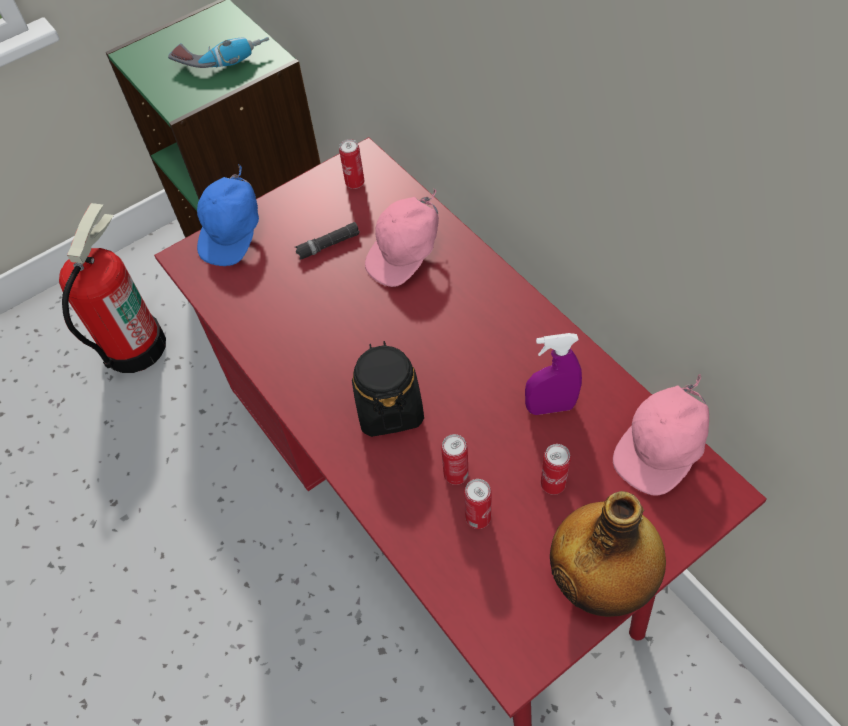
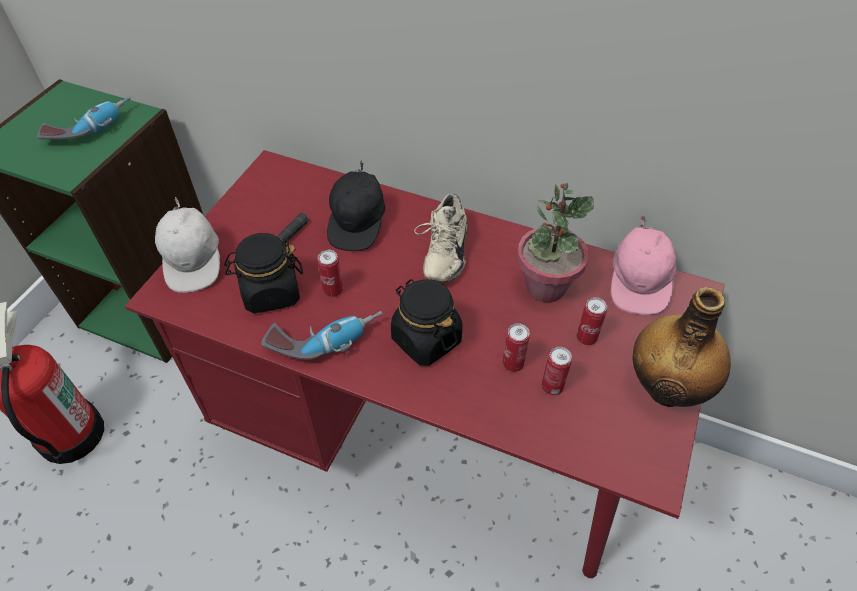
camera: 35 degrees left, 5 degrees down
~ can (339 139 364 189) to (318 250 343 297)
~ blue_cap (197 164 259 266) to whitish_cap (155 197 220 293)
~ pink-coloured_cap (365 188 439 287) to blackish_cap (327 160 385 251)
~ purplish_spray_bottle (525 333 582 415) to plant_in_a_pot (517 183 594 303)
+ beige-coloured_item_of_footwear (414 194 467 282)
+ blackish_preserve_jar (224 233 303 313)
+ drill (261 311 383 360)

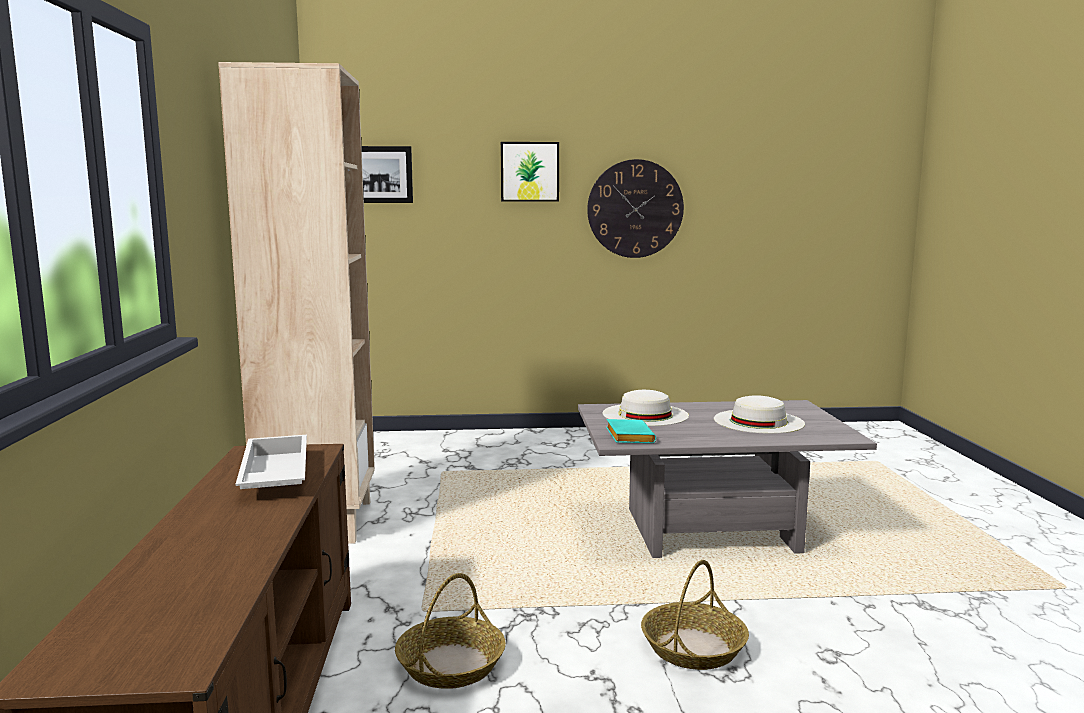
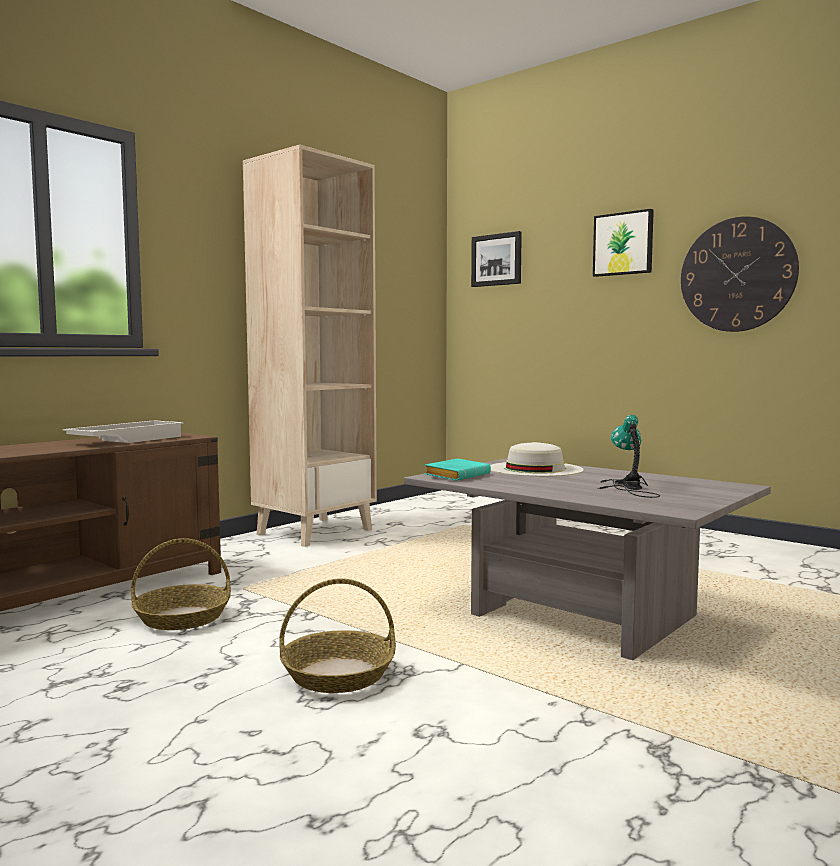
camera: 45 degrees right, 5 degrees down
~ whitish_clothing_hat (714 395 805 434) to lamp_for_a_table (597 415 660 498)

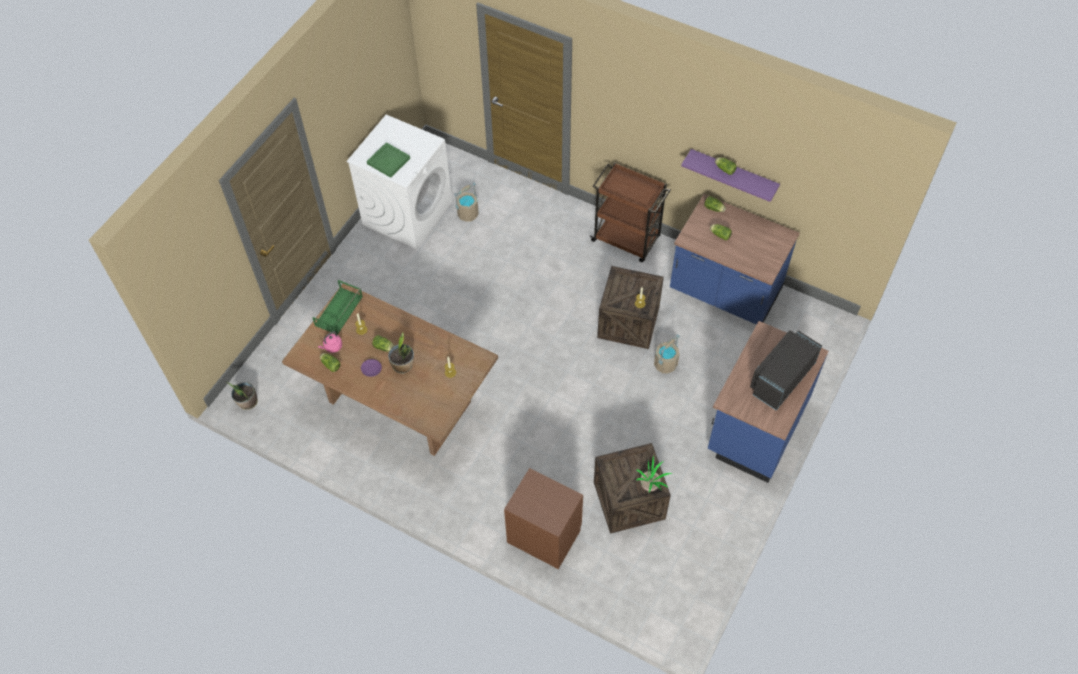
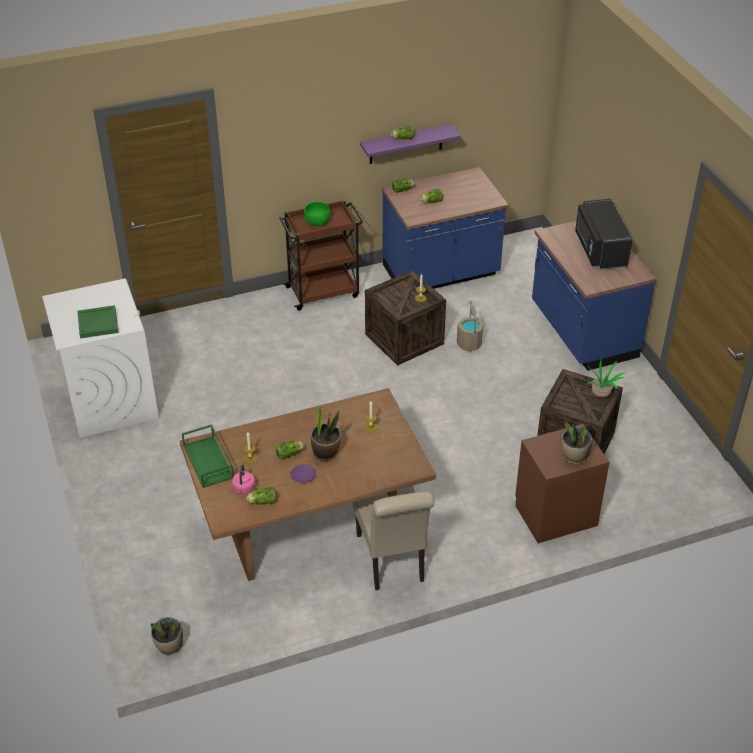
camera: 50 degrees left, 15 degrees down
- beige-coloured_bucket (454 183 479 222)
+ greenish_bowl (304 202 330 226)
+ plant_in_a_pot (562 421 592 464)
+ beige-coloured_chair (352 486 435 590)

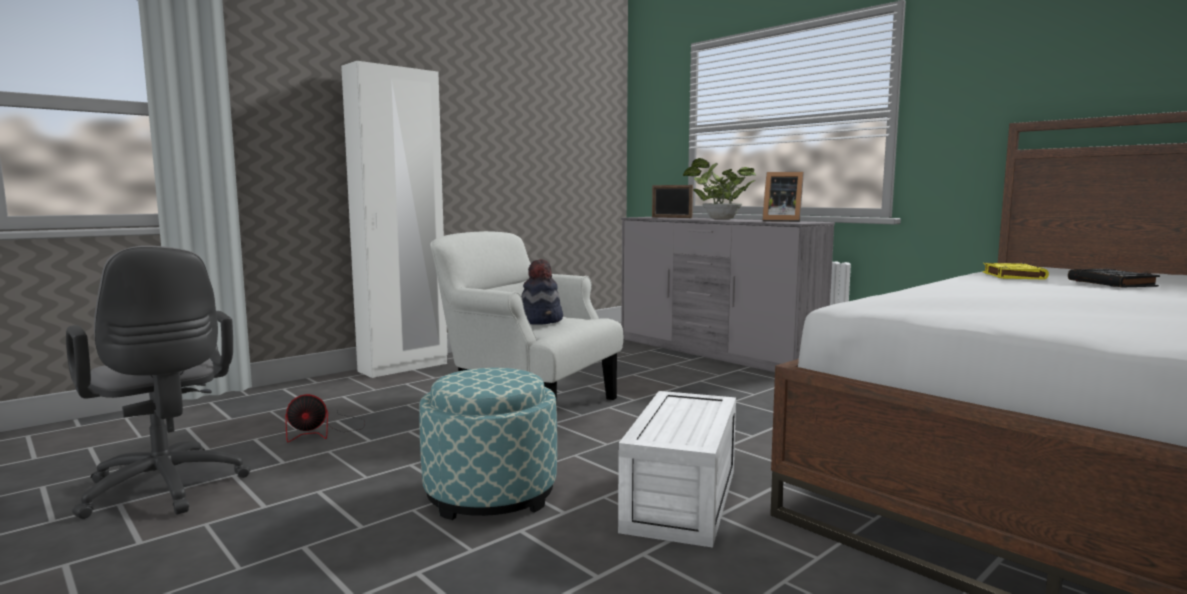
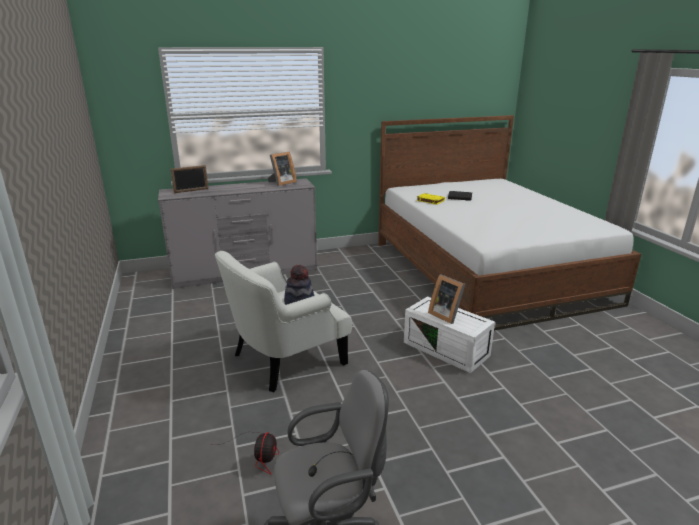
camera: 65 degrees left, 15 degrees up
- whitish_clothes_cupboard (341 61 448 378)
- plant_in_a_pot (683 158 756 220)
- footrest (419 368 557 520)
+ standing_frame (428 274 465 324)

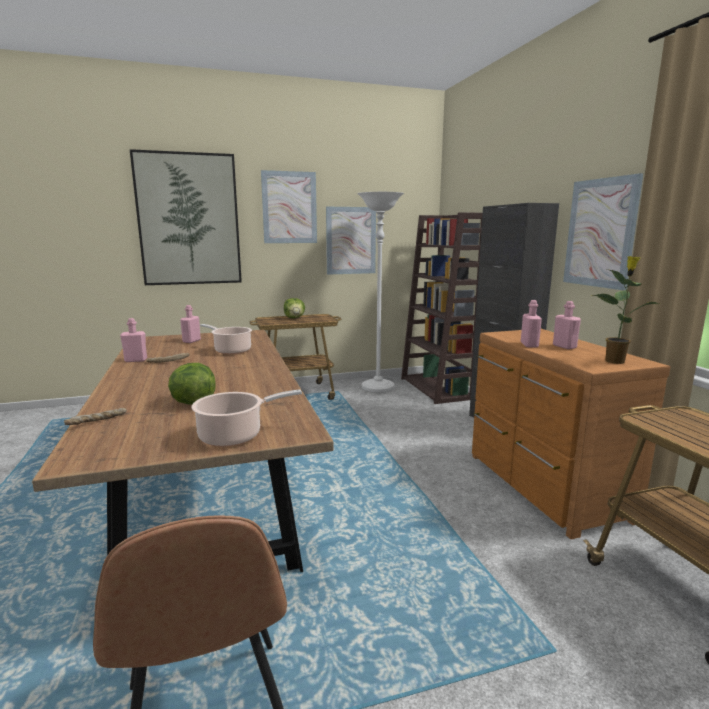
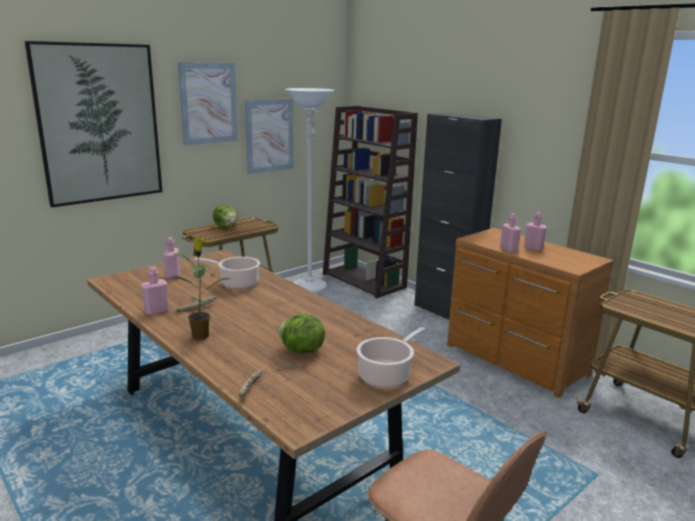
camera: 25 degrees left, 5 degrees up
- picture (563 173 644 290)
~ plant_in_a_pot (592 256 660 364) to (164 238 233 340)

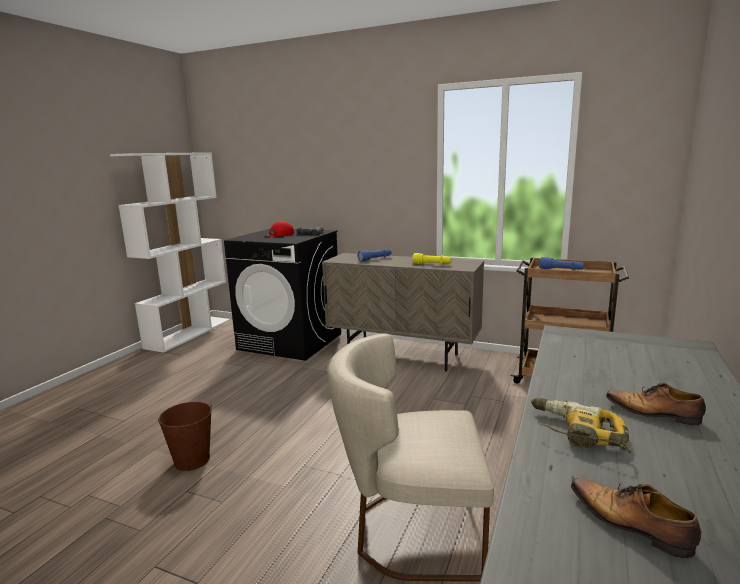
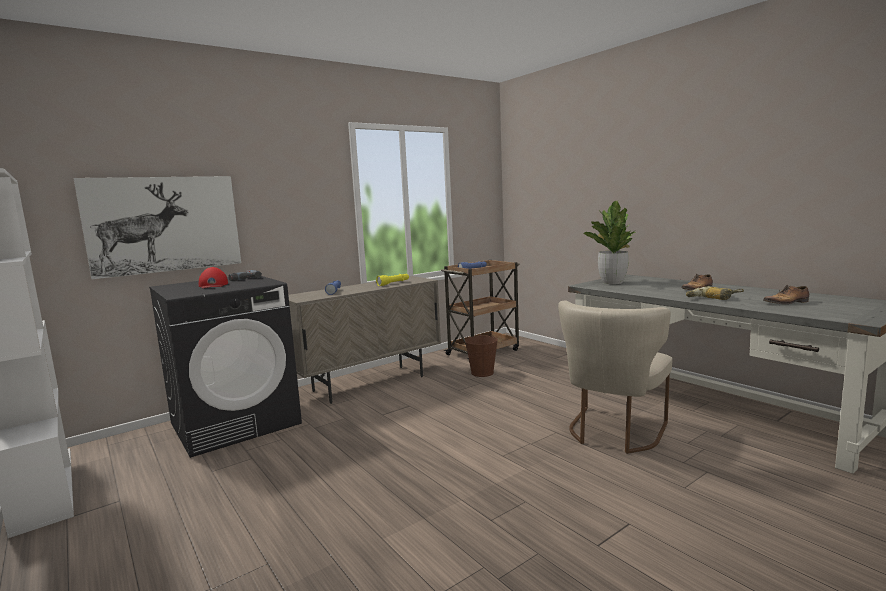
camera: 60 degrees left, 5 degrees down
~ brown_bucket (158 402 212 471) to (465 334 498 377)
+ picture (74 176 241 279)
+ plant_in_a_pot (583 201 636 284)

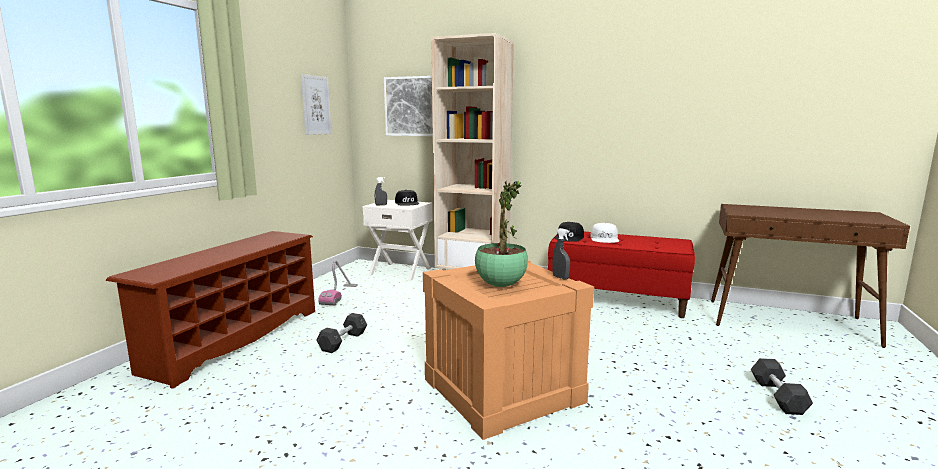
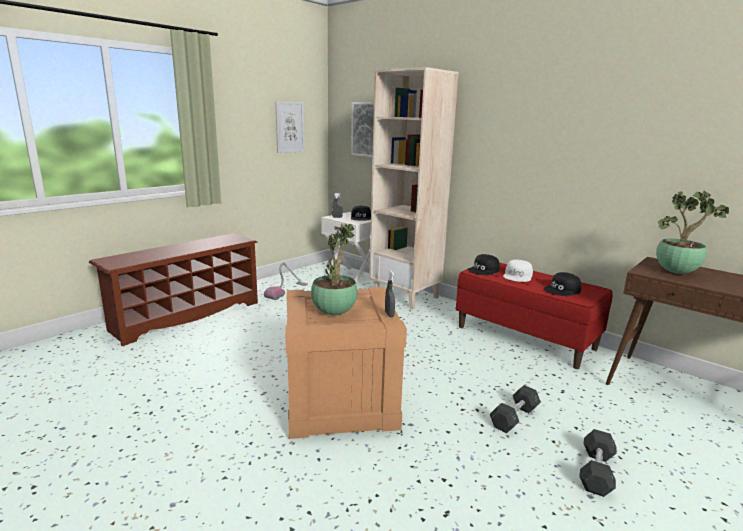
camera: 20 degrees right, 5 degrees up
~ grey_free_weight (316 313 367 353) to (490 385 541 433)
+ plant_in_a_pot (656 191 729 274)
+ blackish_cap (544 272 581 296)

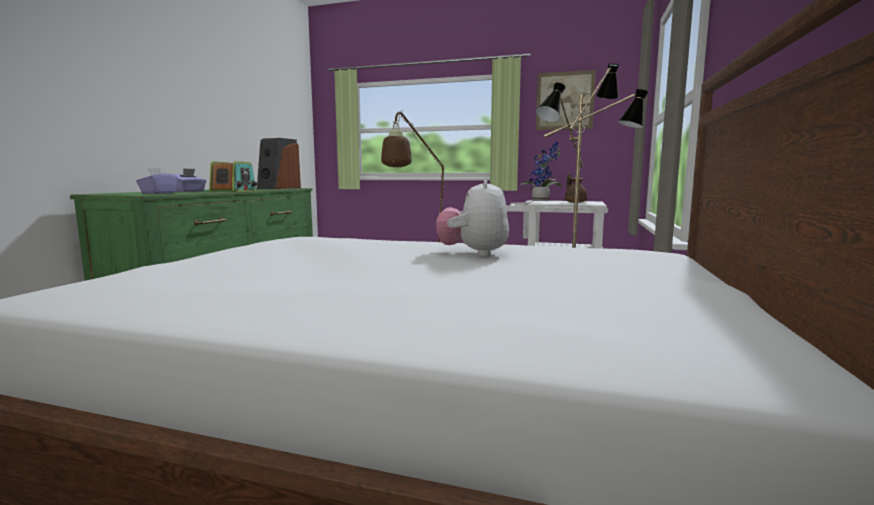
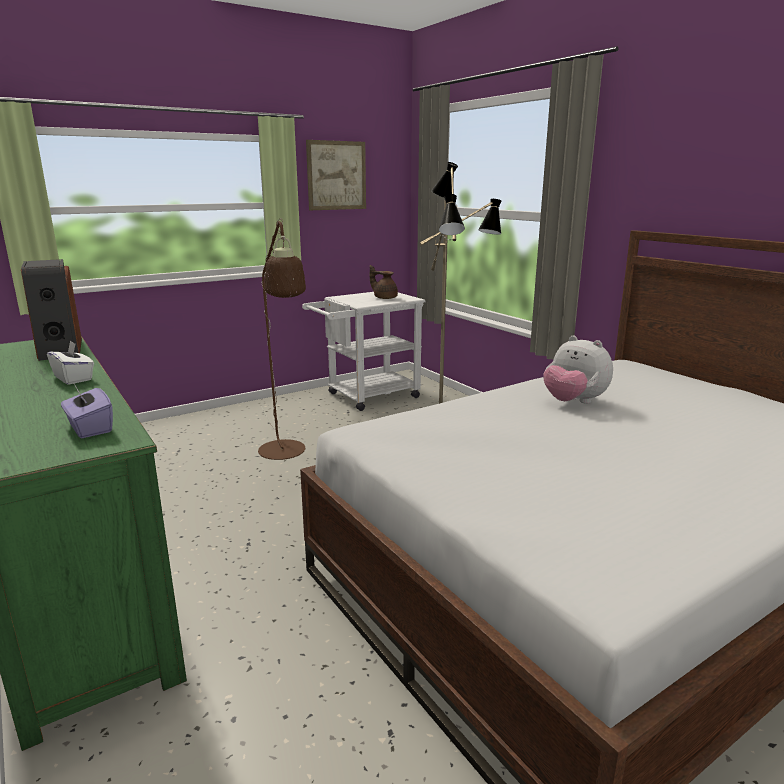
camera: 50 degrees left, 10 degrees up
- plant_in_a_pot (520 142 562 201)
~ radio (209 161 257 191) to whitish_box_of_tissues (47 340 94 385)
- purplish_box_of_tissues (174 168 207 192)

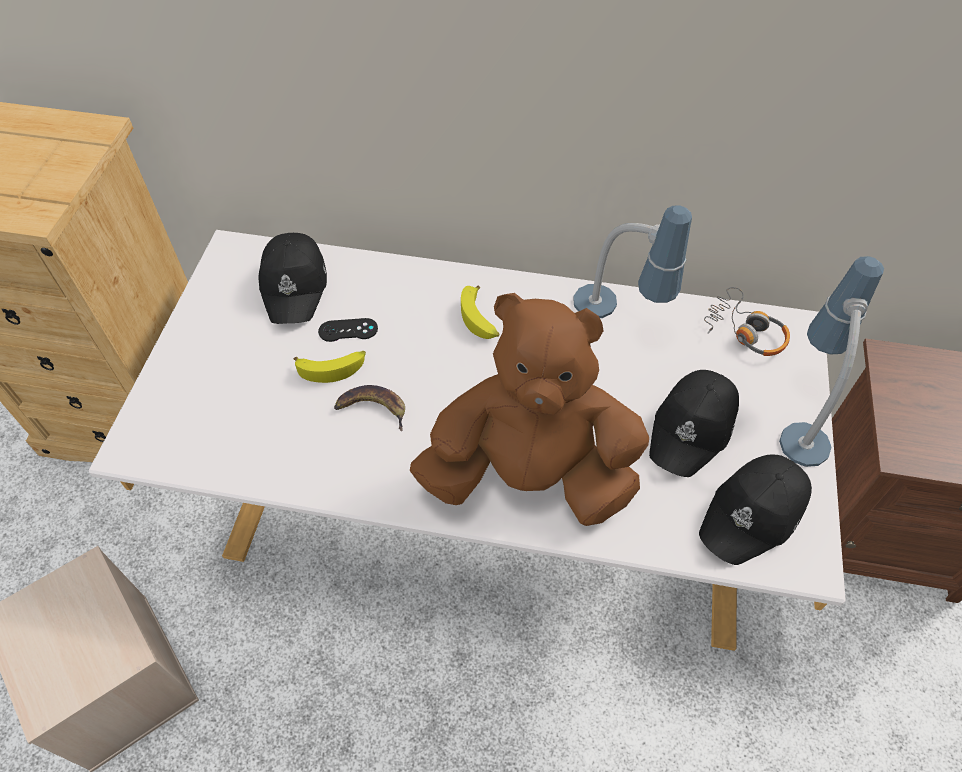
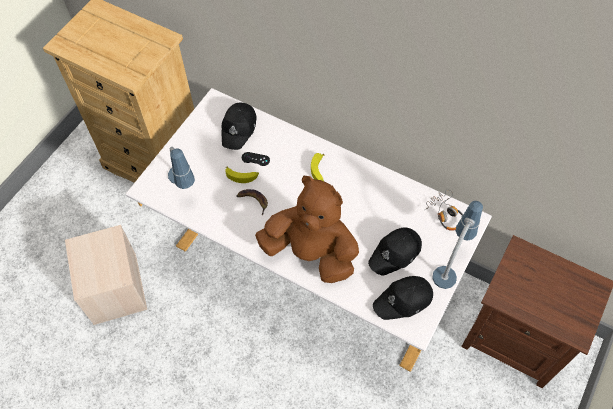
camera: 20 degrees right, 5 degrees up
~ lamp_for_a_table (573 206 692 318) to (168 147 195 189)

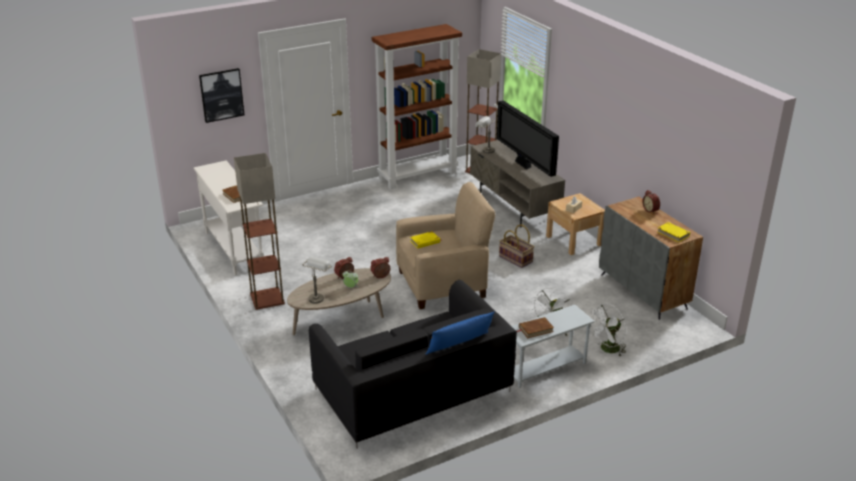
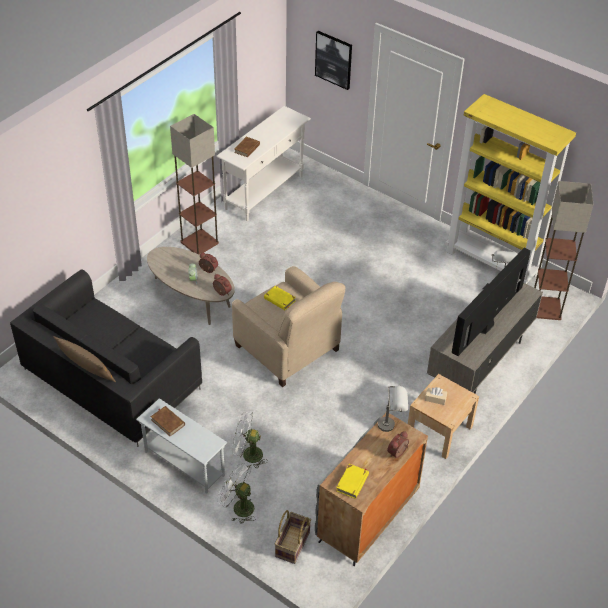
camera: 65 degrees right, 15 degrees up
~ brown_shelving_unit (372 24 462 189) to yellow-coloured_shelving_unit (445 94 576 284)
~ basket (499 224 535 268) to (275 510 311 564)
~ grey_lamp_for_a_table (303 257 332 304) to (378 385 408 432)
~ blue_cushion (426 312 495 355) to brown_cushion (53 336 116 382)

